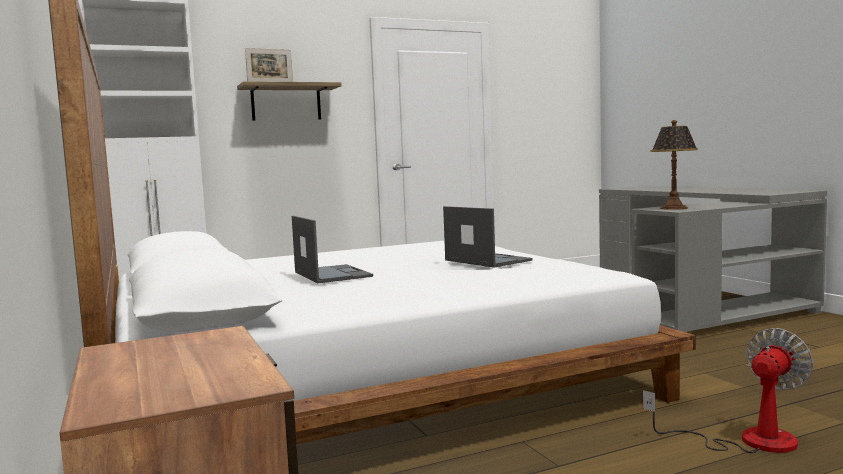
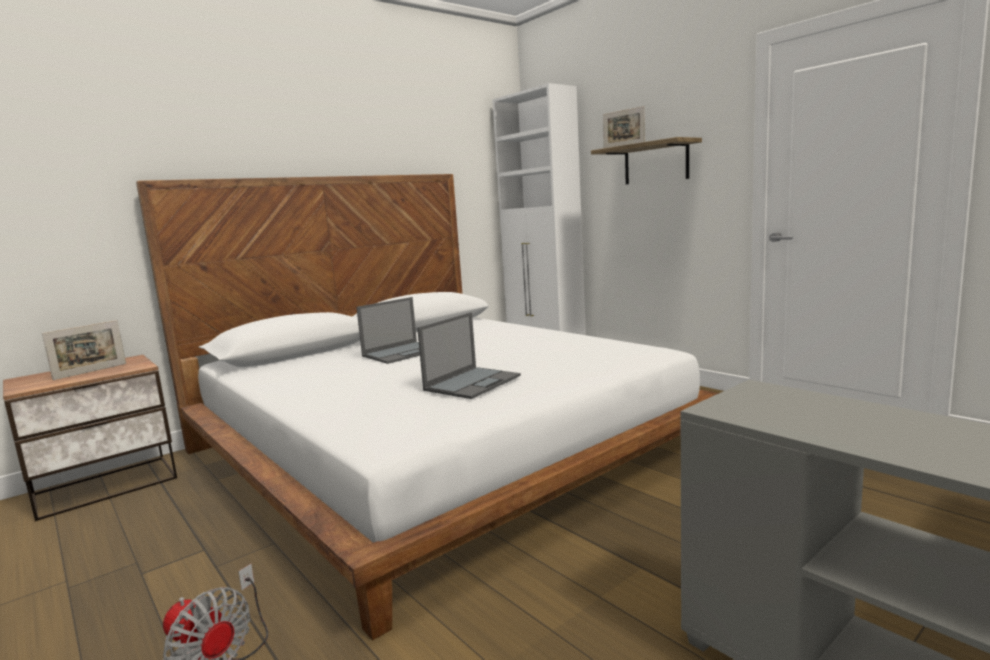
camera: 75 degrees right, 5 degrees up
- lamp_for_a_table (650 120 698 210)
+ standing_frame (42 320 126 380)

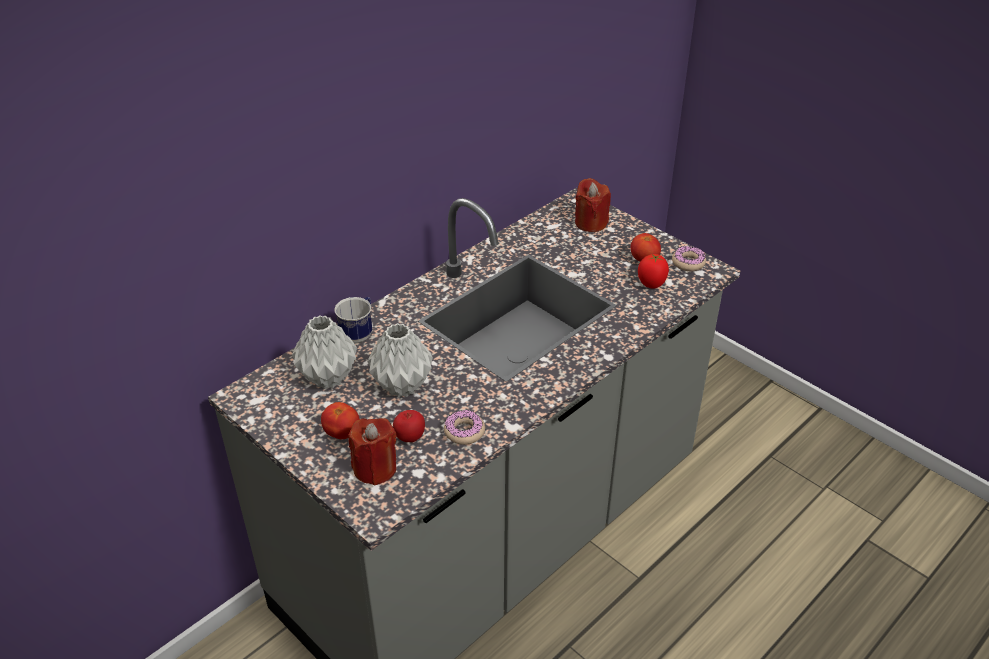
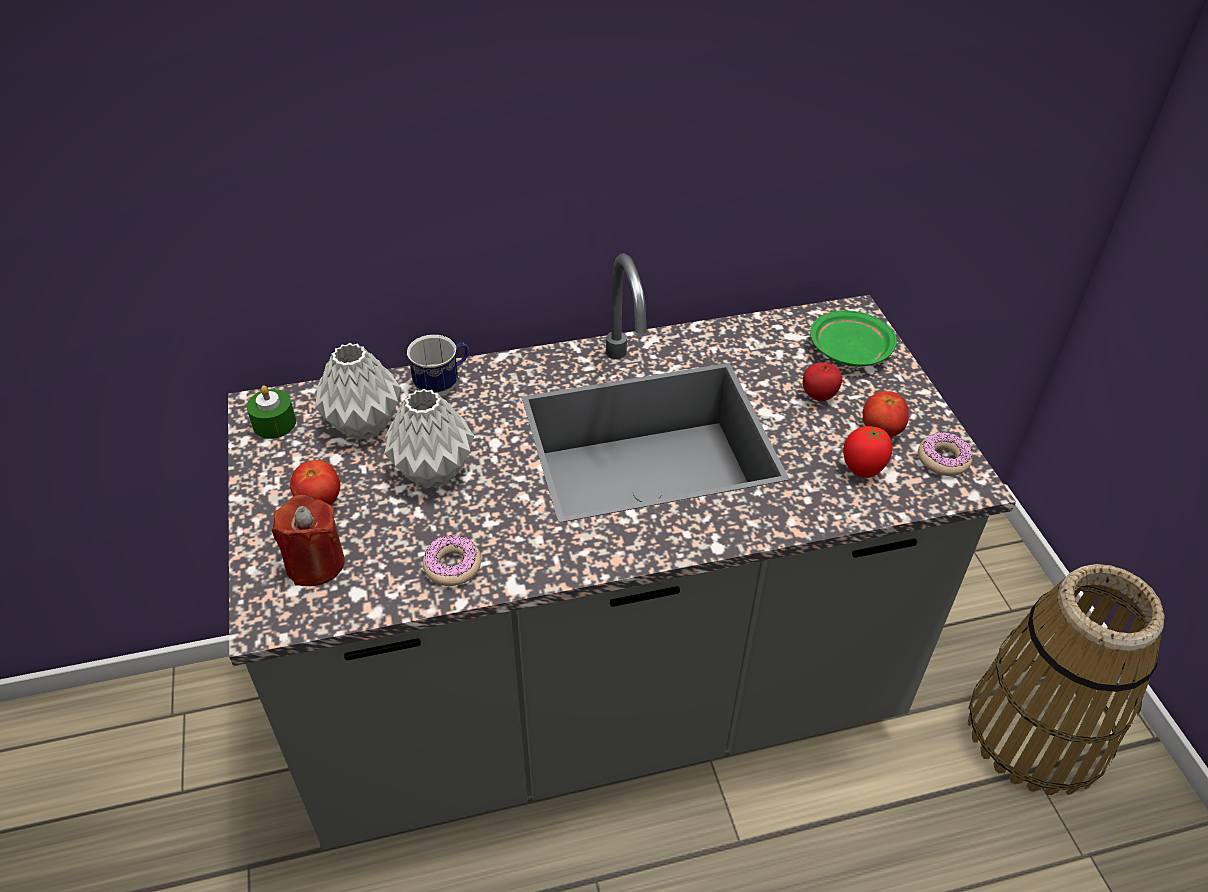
camera: 30 degrees right, 5 degrees up
~ red_candle (575 178 611 232) to greenish_plate (810 311 897 367)
~ apple (393 410 425 442) to (803 362 842 402)
+ greenish_candle (246 385 296 439)
+ basket (968 564 1165 795)

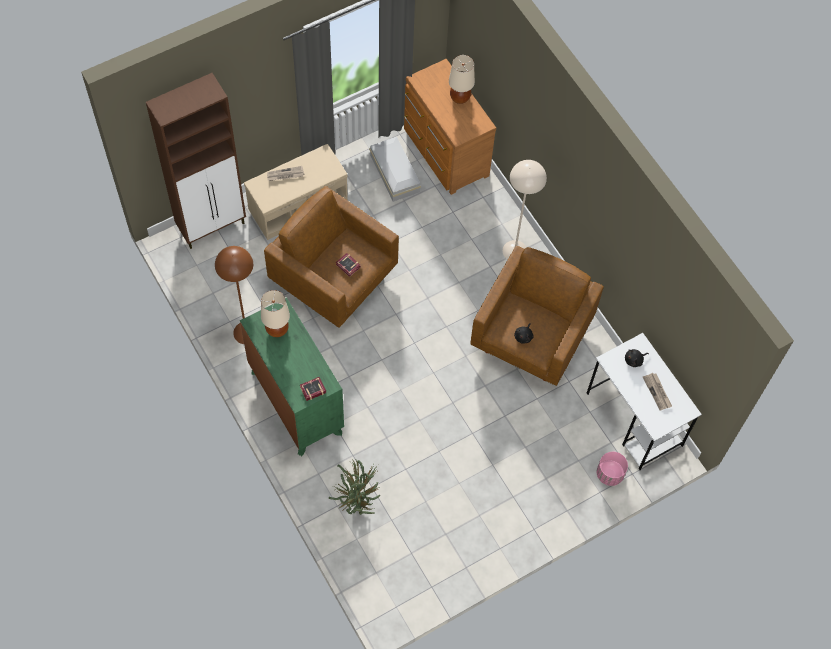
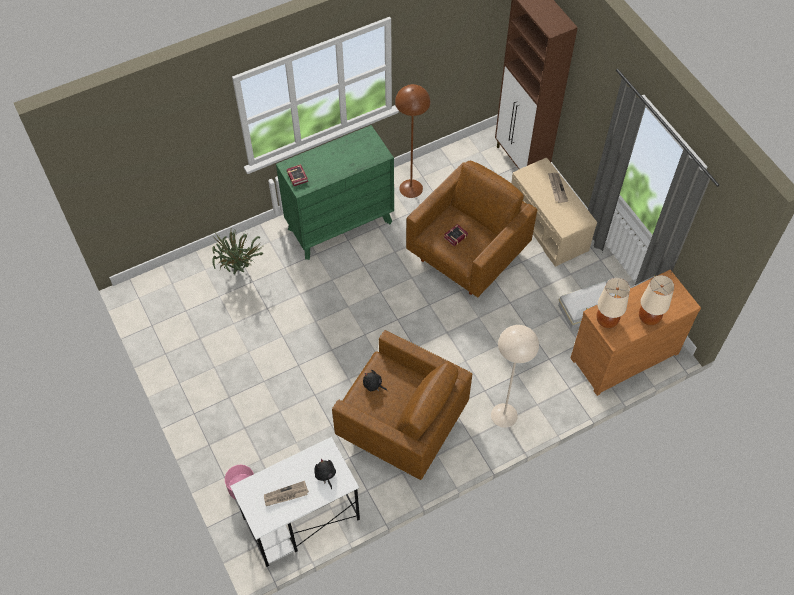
camera: 95 degrees right, 5 degrees down
~ beige-coloured_lamp_for_a_table (261 290 290 337) to (596 278 630 328)

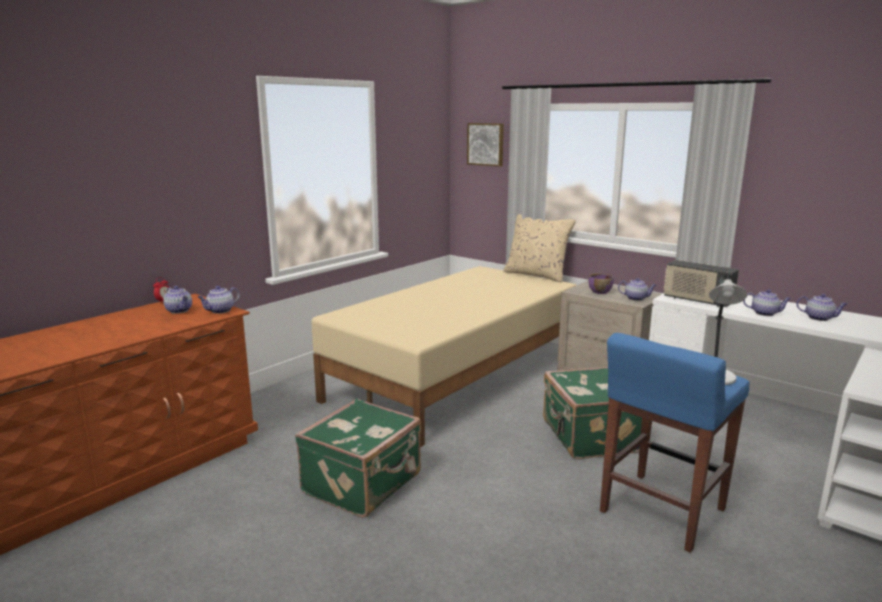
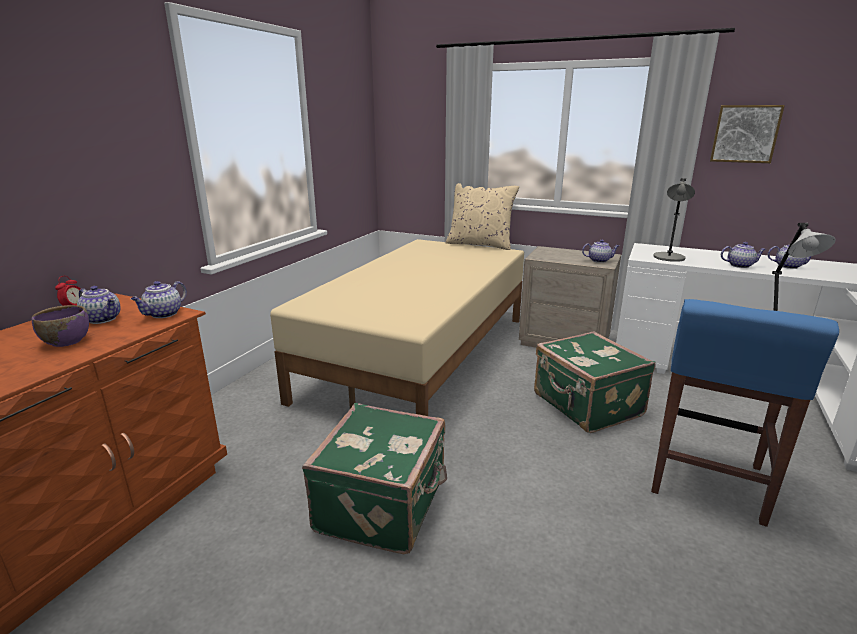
camera: 15 degrees left, 5 degrees up
~ picture (467 123 504 167) to (710 105 785 163)
~ radio (664 260 739 307) to grey_lamp_for_a_table (653 178 695 262)
~ purplish_bowl (588 273 614 294) to (32 305 89 347)

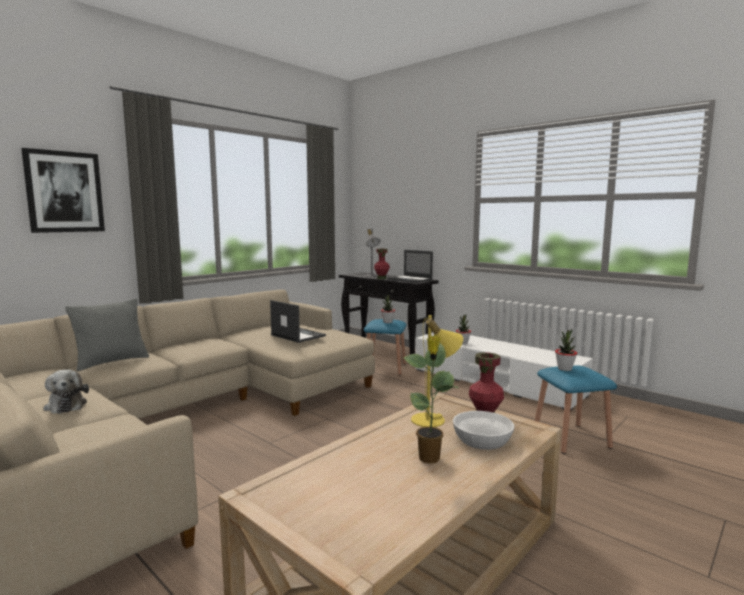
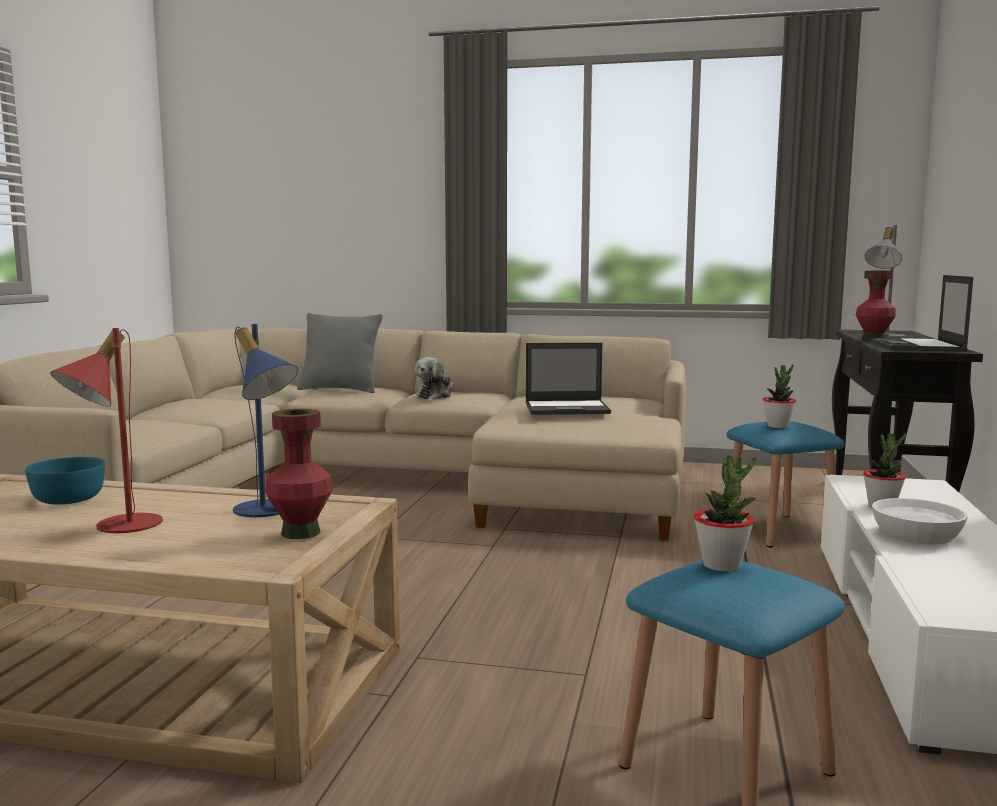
camera: 60 degrees right, 0 degrees up
- picture (21 148 105 233)
~ notebook_computer (270 300 326 343) = (526 343 611 415) 75 degrees clockwise
~ yellow-coloured_lamp_for_a_table (411 315 463 427) to blue_lamp_for_a_table (233 324 298 517)
~ plant_in_a_pot (403 335 460 464) to red_lamp_for_a_table (50 328 163 533)
~ soft_toy (43 370 89 414) to (415 357 454 400)
~ whitish_bowl (453 411 514 450) to (872 498 968 545)
+ turquoise_bowl (25 457 105 505)

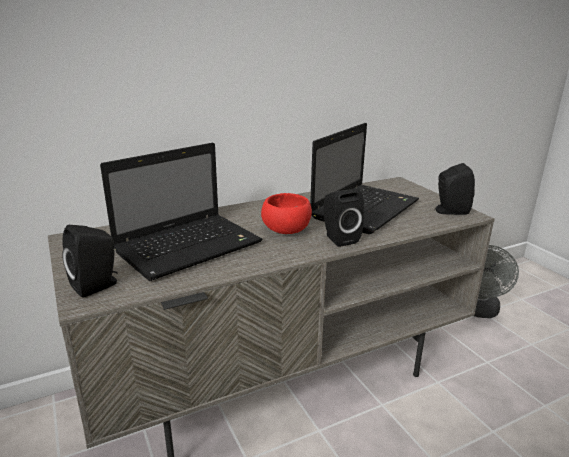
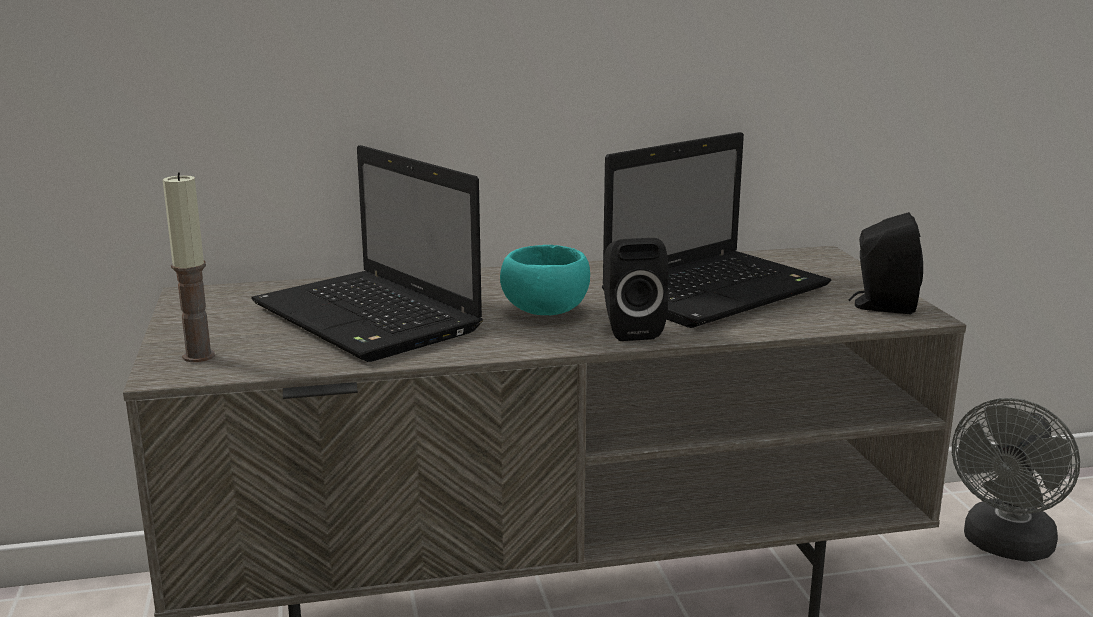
camera: 15 degrees right, 5 degrees down
~ notebook_computer (100 143 263 281) = (251 145 483 362) 75 degrees clockwise
~ red_bowl (261 193 312 234) to turquoise_bowl (500 245 590 315)
~ blackish_audio_speaker (62 225 118 298) to candle (163 172 215 362)

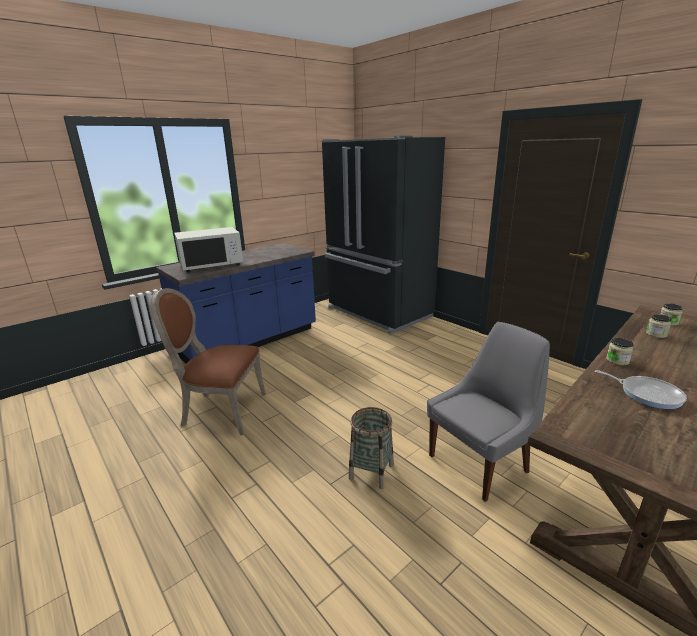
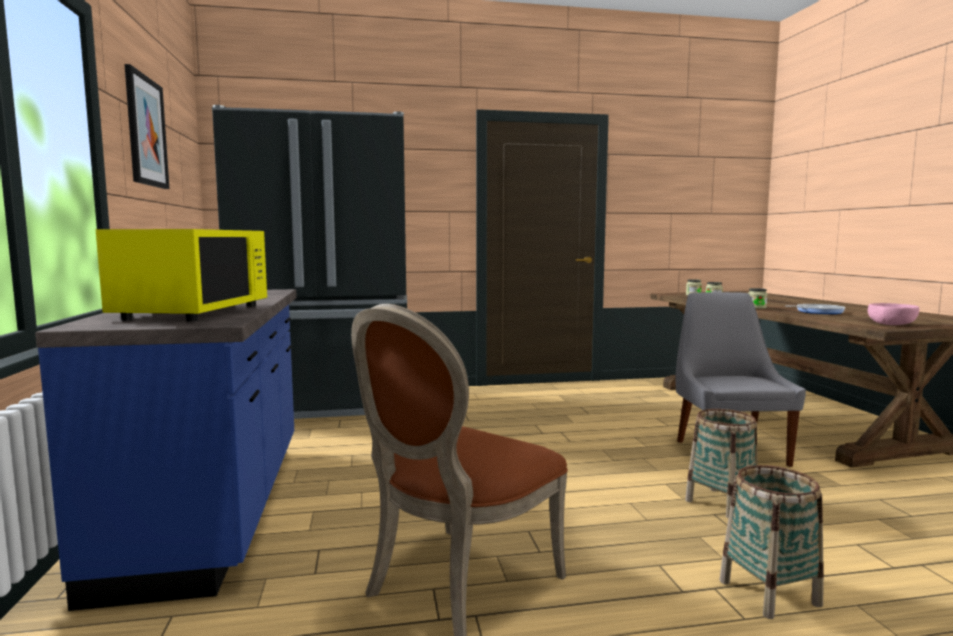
camera: 60 degrees left, 15 degrees down
~ whitish_microwave (174 227 243 272) to yellow-coloured_microwave (96 229 267 321)
+ picture (124 64 170 189)
+ pink-coloured_bowl (868 303 919 325)
+ basket (720 465 824 619)

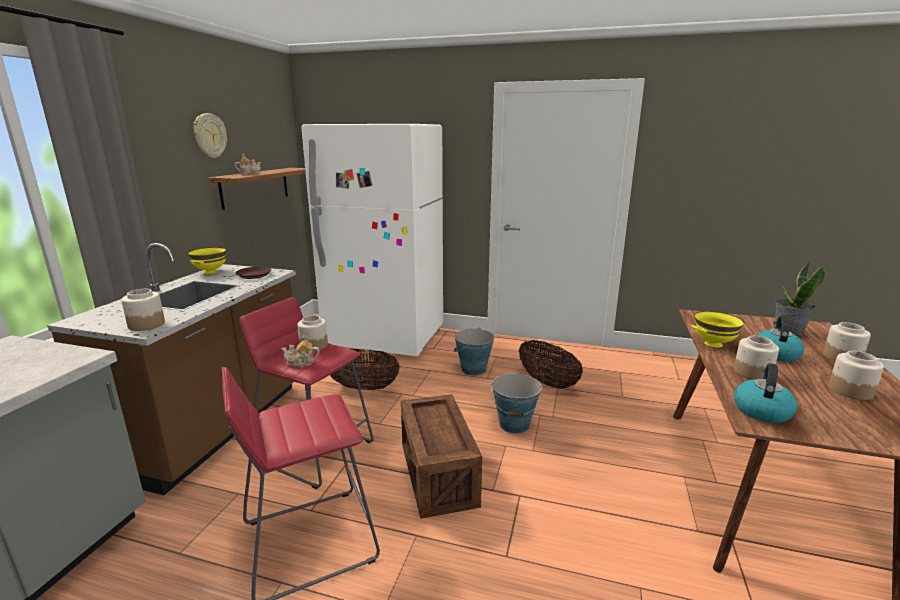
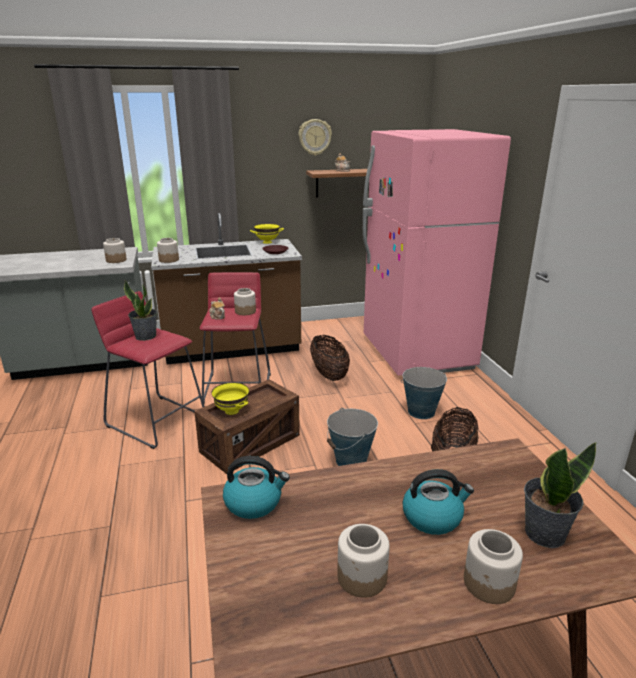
camera: 60 degrees right, 5 degrees up
~ whitish_refrigerator (301 124 443 356) to pink-coloured_refrigerator (363 129 511 376)
~ yellow-coloured_bowl (692 311 744 348) to (211 382 249 415)
~ preserve_jar (734 336 779 380) to (103 238 127 263)
+ plant_in_a_pot (124 281 157 341)

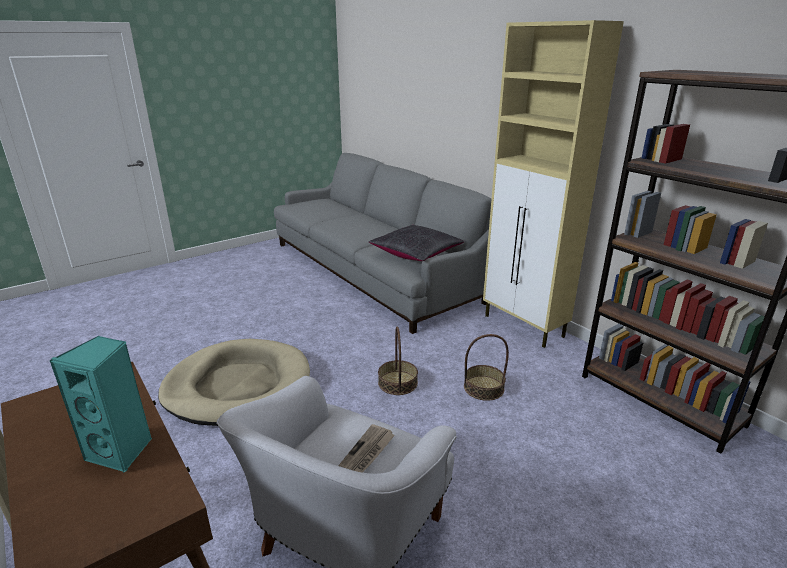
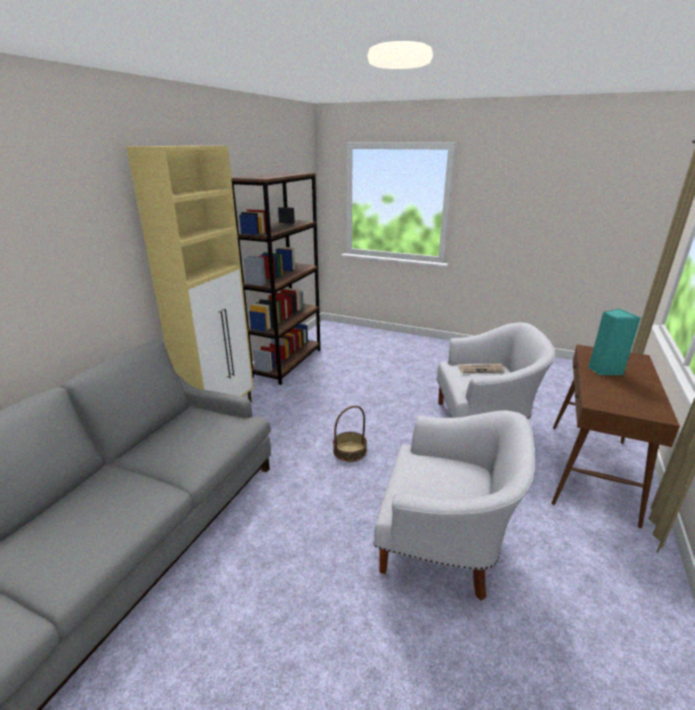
camera: 120 degrees left, 0 degrees up
- blackish_cushion (369 225 464 261)
- basket (464 334 509 401)
~ beige-coloured_dog_bed (158 339 310 426) to whitish_easy_chair (374 411 535 601)

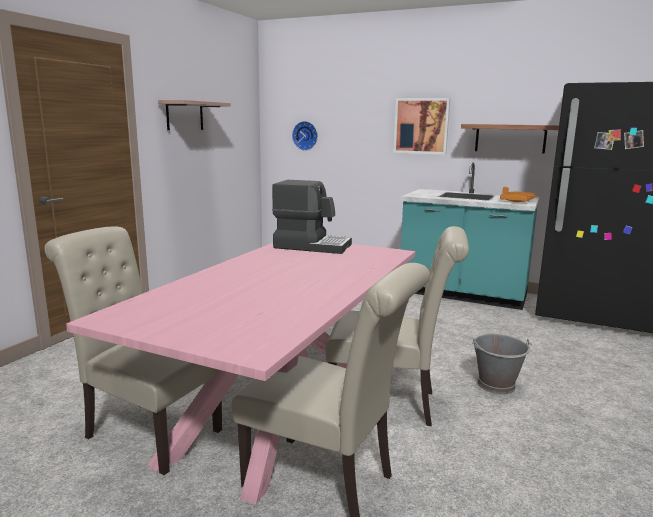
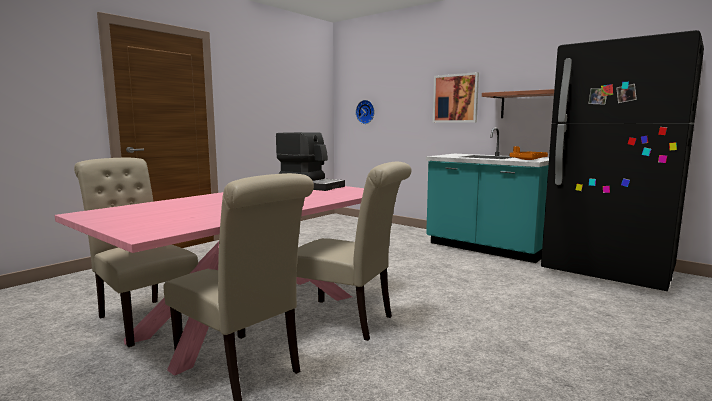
camera: 15 degrees right, 5 degrees down
- bracket_shelf (158 100 231 130)
- grey_bucket (472 334 531 394)

